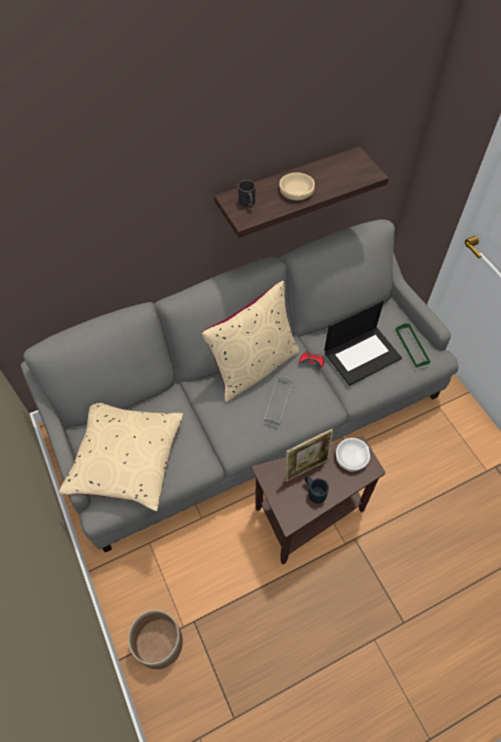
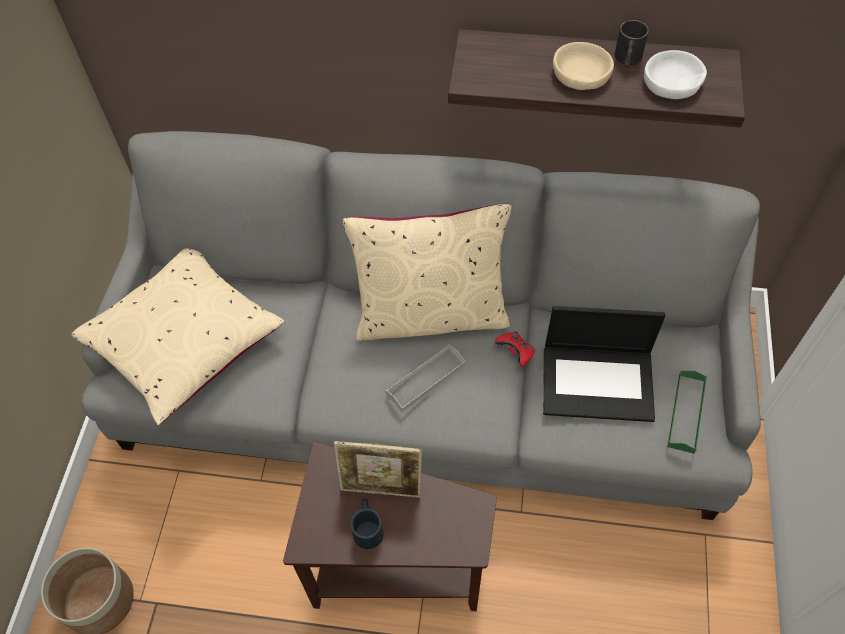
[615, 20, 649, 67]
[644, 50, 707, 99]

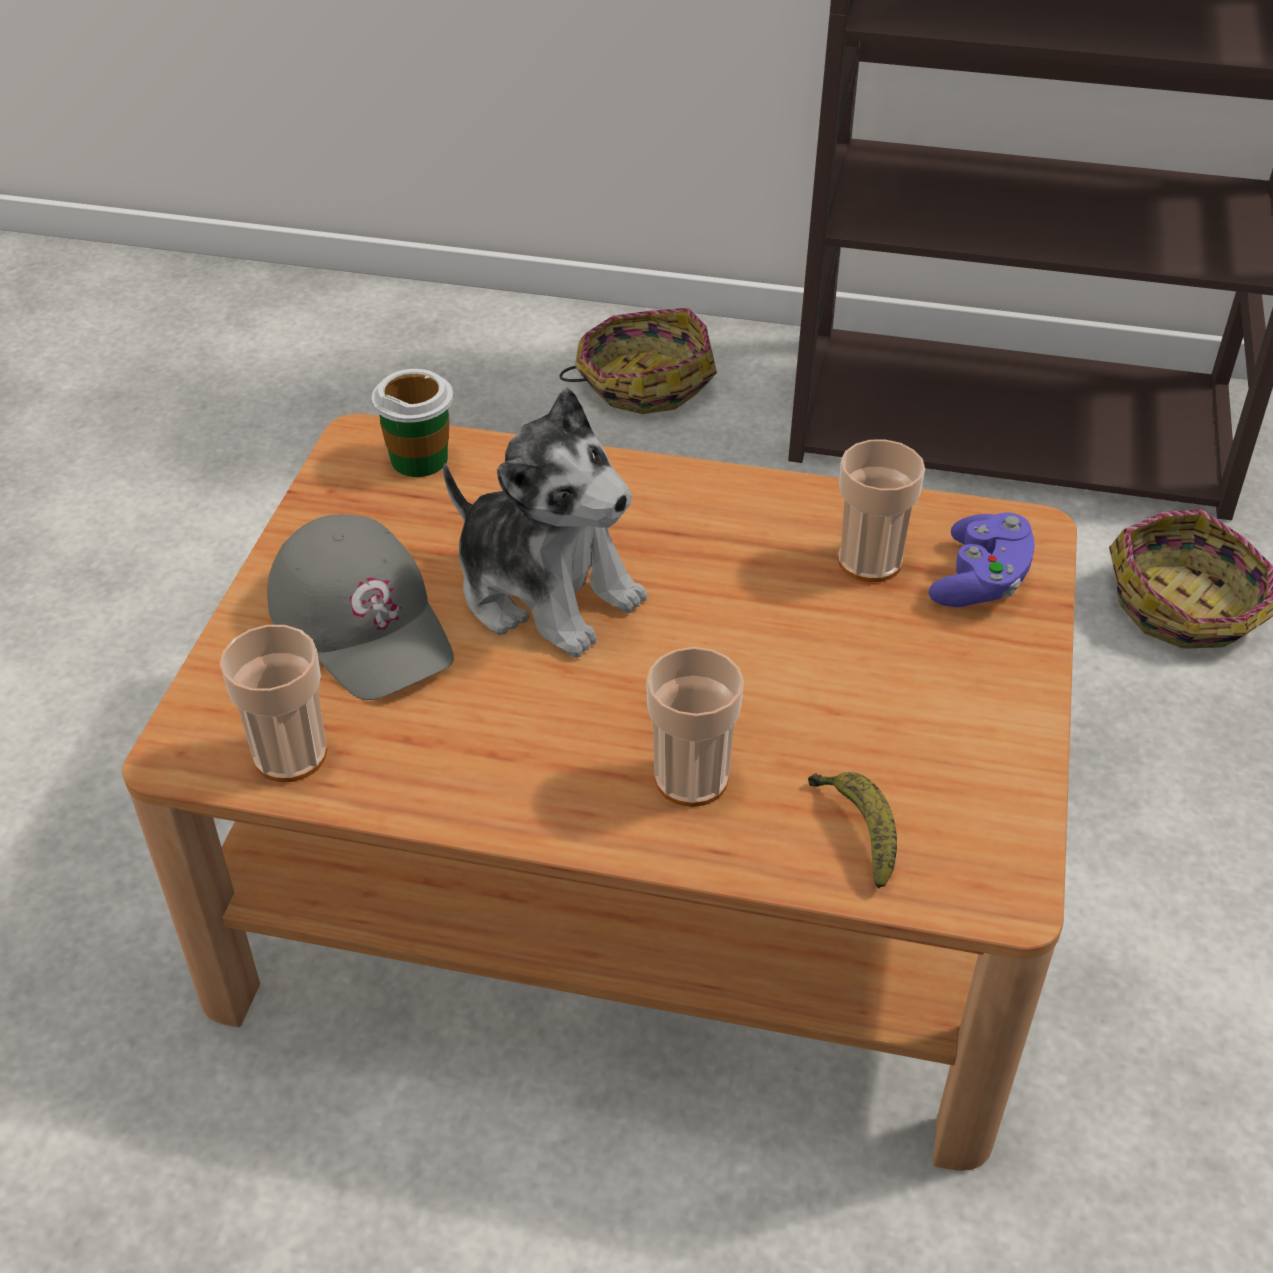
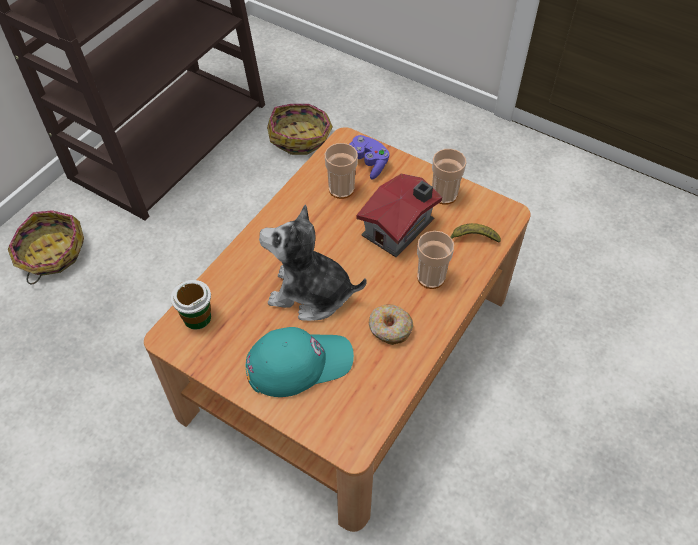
[246, 327, 354, 397]
[259, 204, 367, 321]
[356, 174, 442, 257]
[369, 305, 414, 345]
[432, 149, 467, 205]

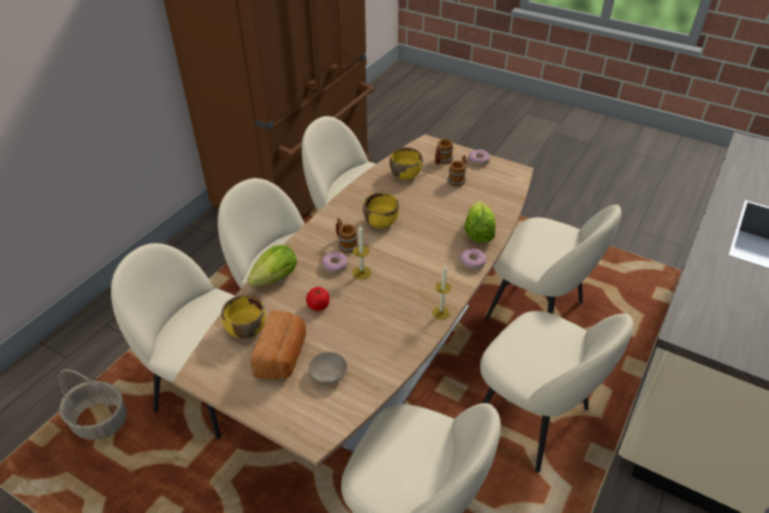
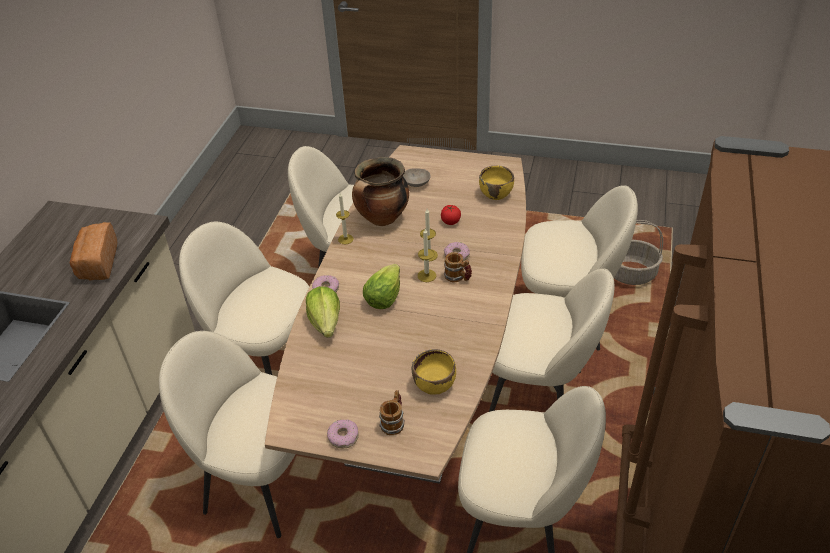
[70, 222, 117, 280]
[352, 157, 409, 226]
[363, 264, 400, 309]
[417, 229, 436, 282]
[363, 192, 399, 229] (first image)
[447, 155, 467, 187] (first image)

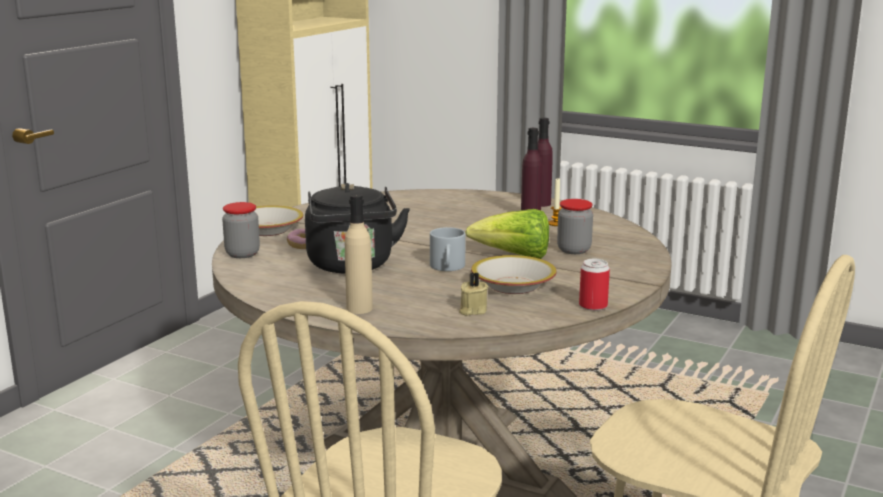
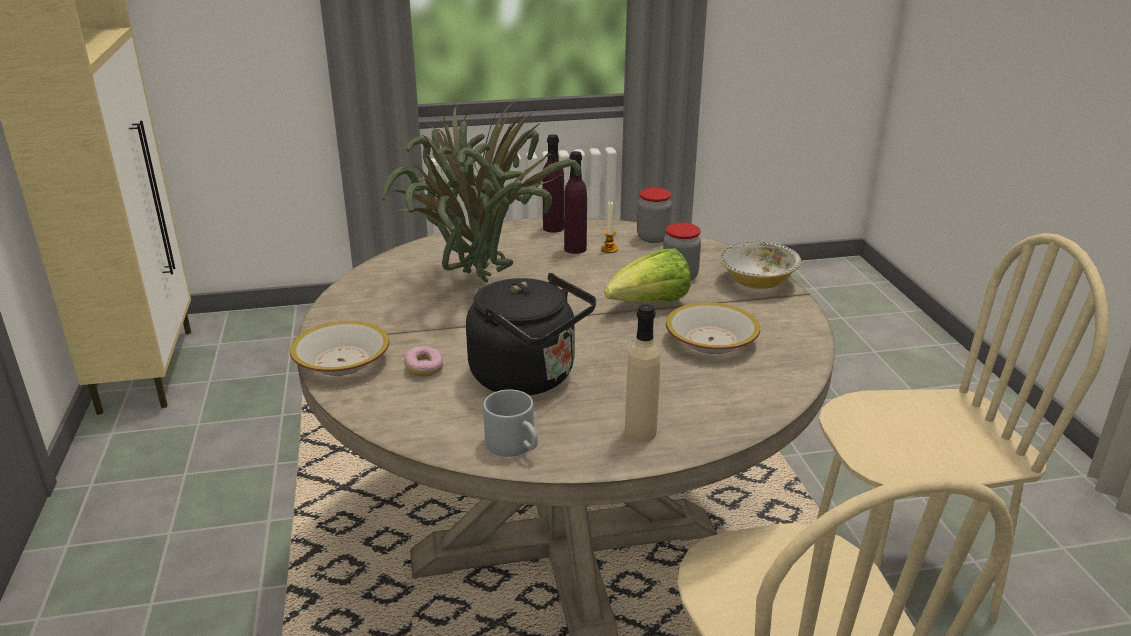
[381, 102, 581, 282]
[483, 389, 538, 457]
[637, 188, 672, 243]
[720, 241, 801, 289]
[459, 272, 488, 316] (first image)
[579, 259, 610, 311] (first image)

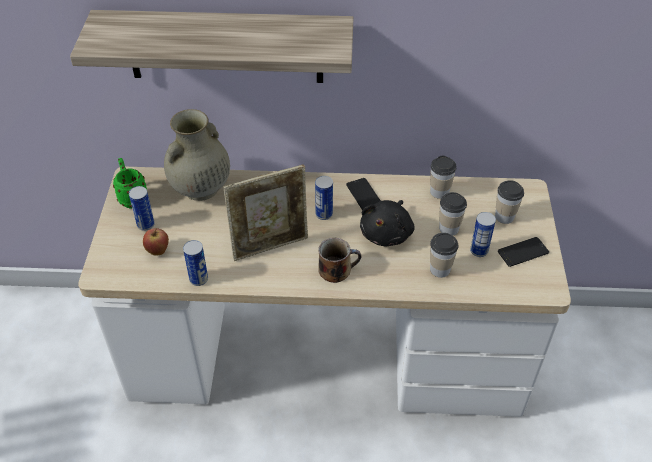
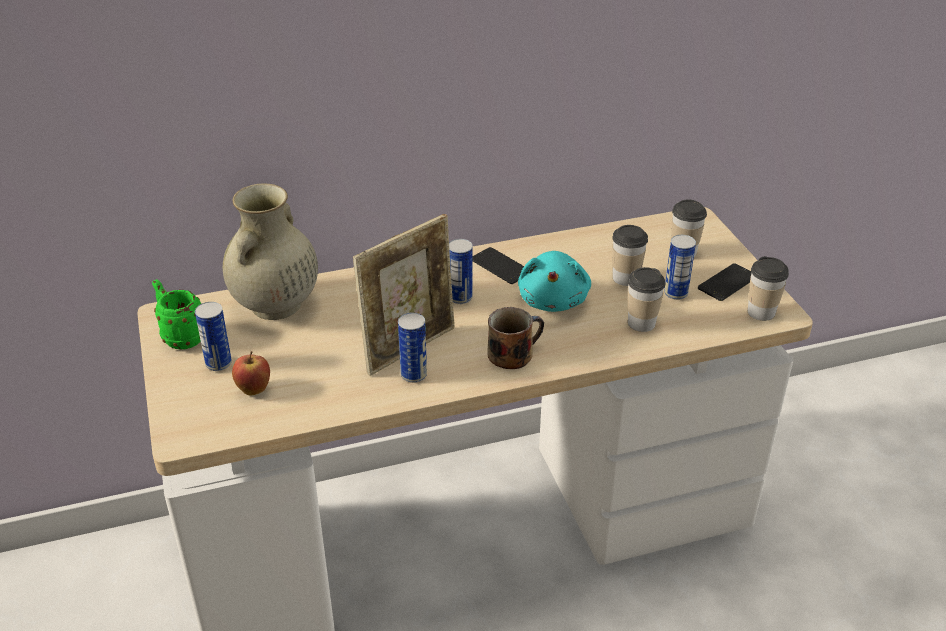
[398, 313, 427, 383]
[518, 251, 591, 312]
[748, 256, 789, 321]
[70, 10, 354, 83] (first image)

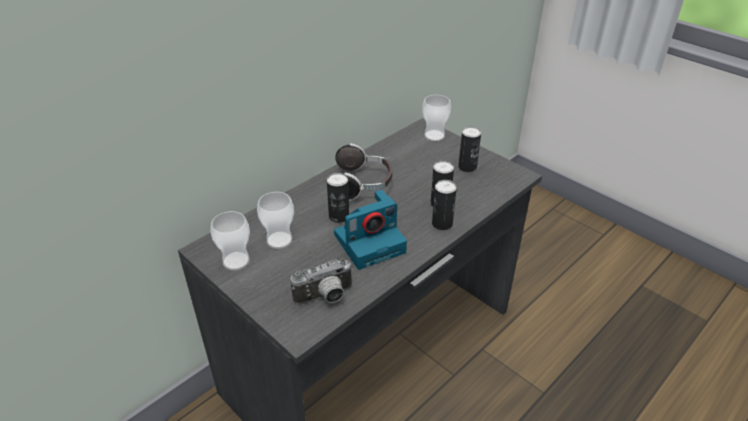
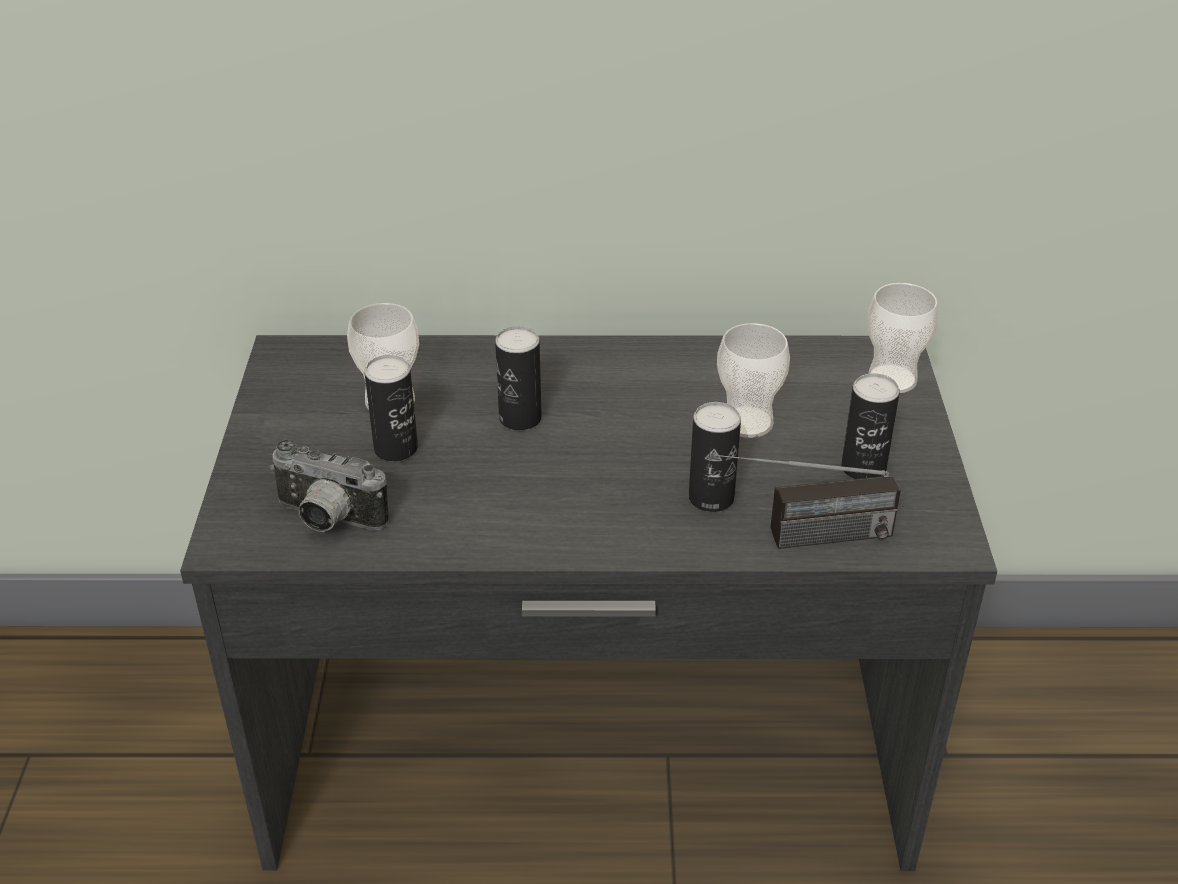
[364, 355, 418, 462]
[714, 454, 901, 549]
[717, 323, 790, 438]
[334, 190, 407, 270] (first image)
[335, 143, 392, 201] (first image)

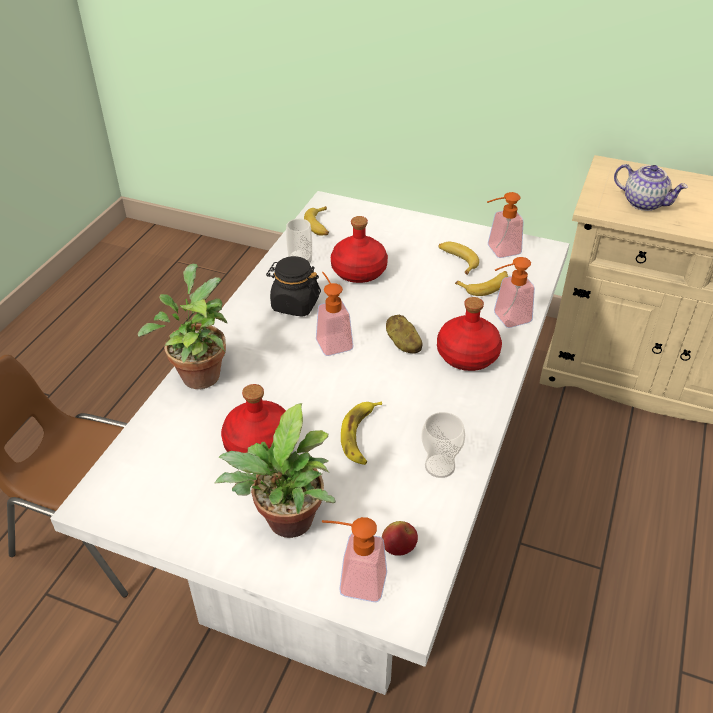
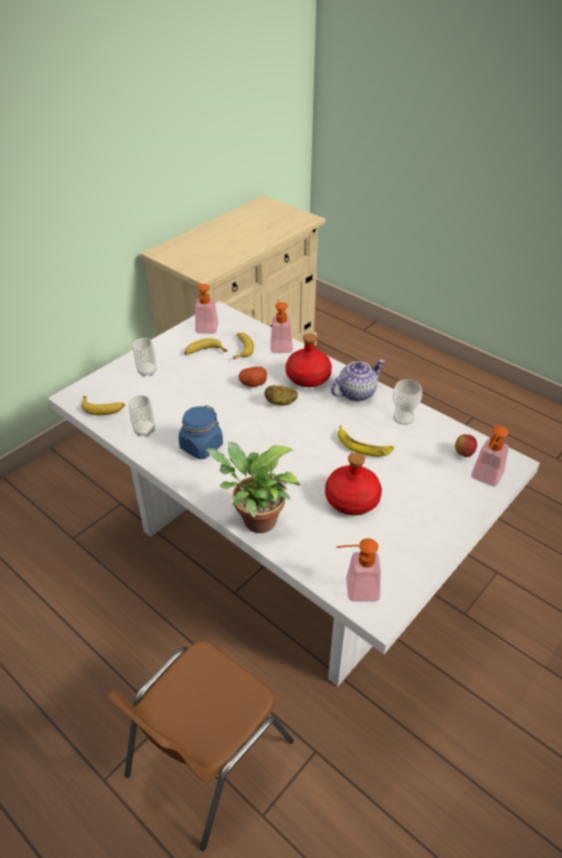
[133, 338, 157, 377]
[178, 405, 223, 459]
[239, 367, 267, 387]
[331, 360, 385, 402]
[336, 538, 381, 602]
[215, 403, 336, 538] (first image)
[331, 216, 388, 283] (first image)

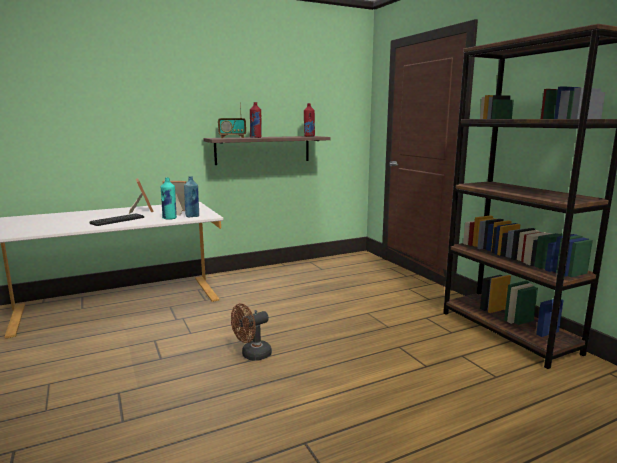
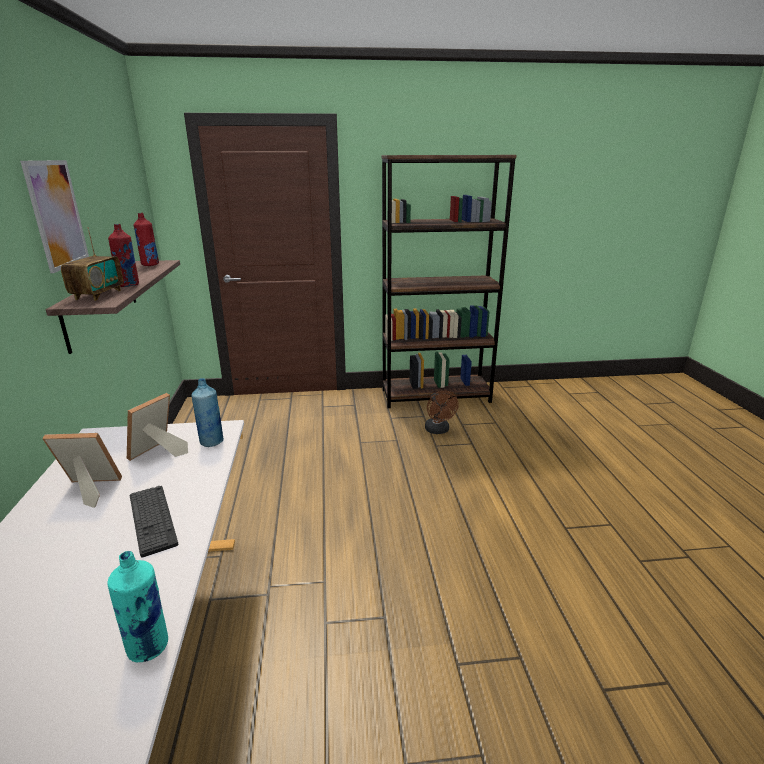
[20, 160, 89, 273]
[107, 551, 168, 662]
[425, 391, 459, 434]

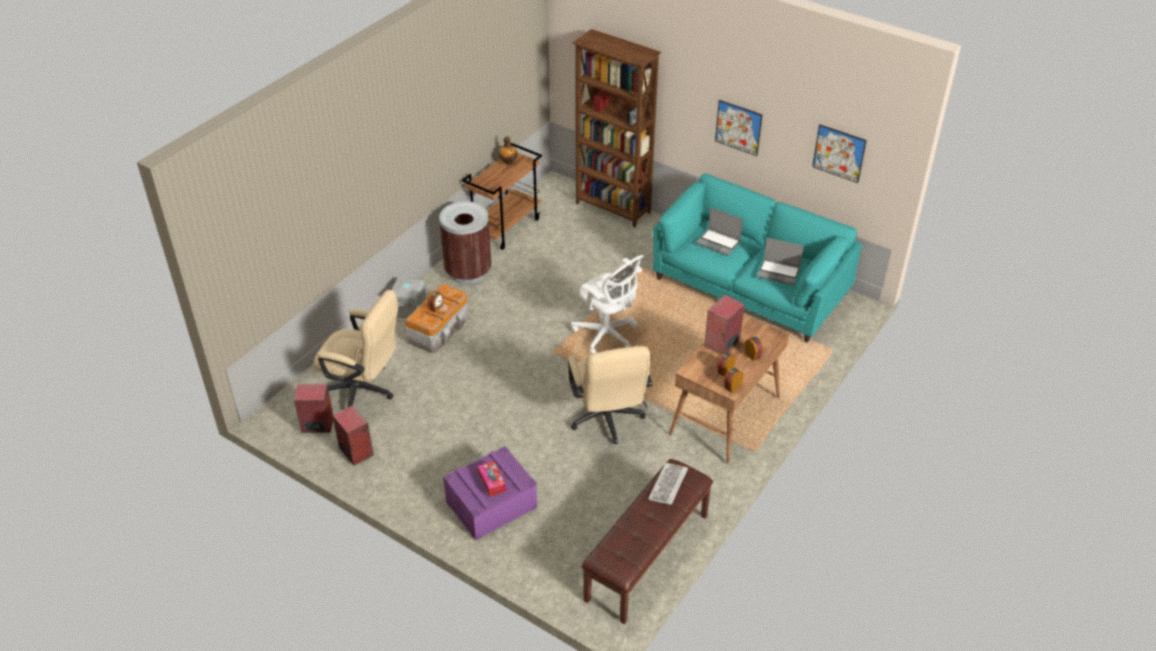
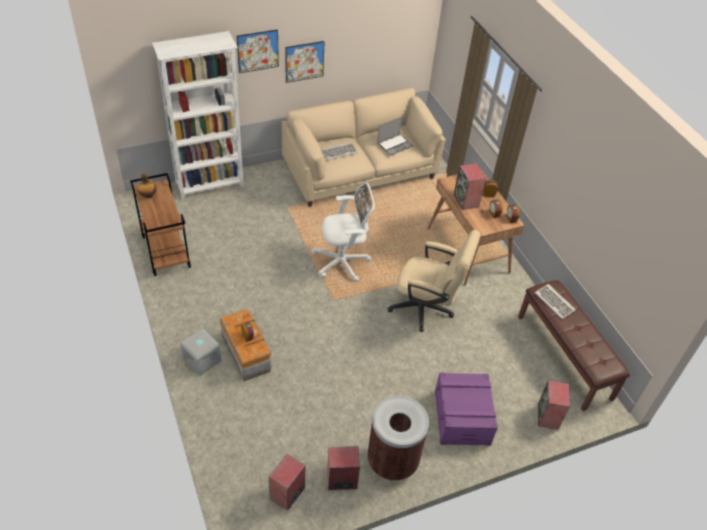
[152, 31, 244, 200]
[237, 29, 279, 73]
[282, 88, 446, 207]
[321, 142, 358, 160]
[367, 396, 429, 481]
[538, 380, 570, 430]
[314, 290, 398, 408] (first image)
[478, 461, 506, 497] (first image)

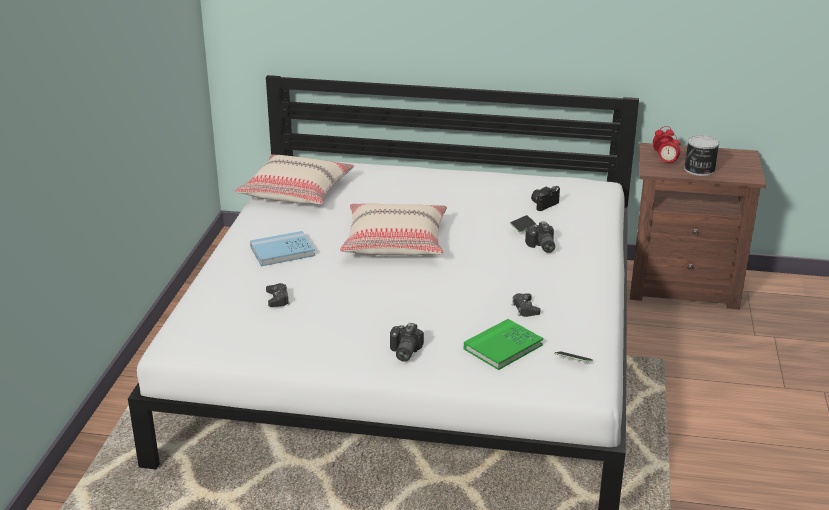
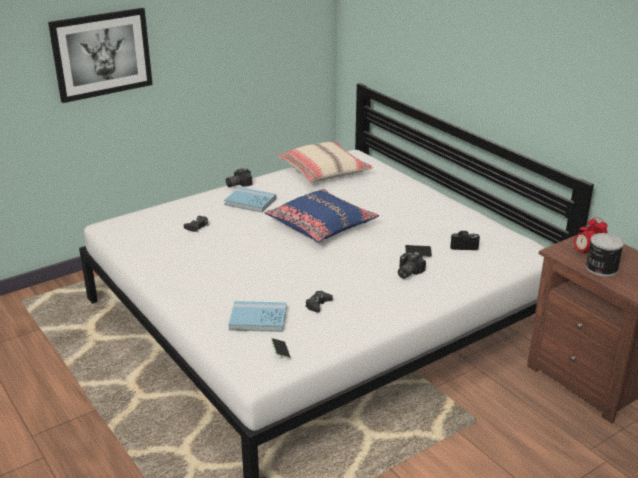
[48, 8, 153, 103]
[226, 168, 253, 187]
[228, 301, 287, 332]
[265, 189, 379, 243]

